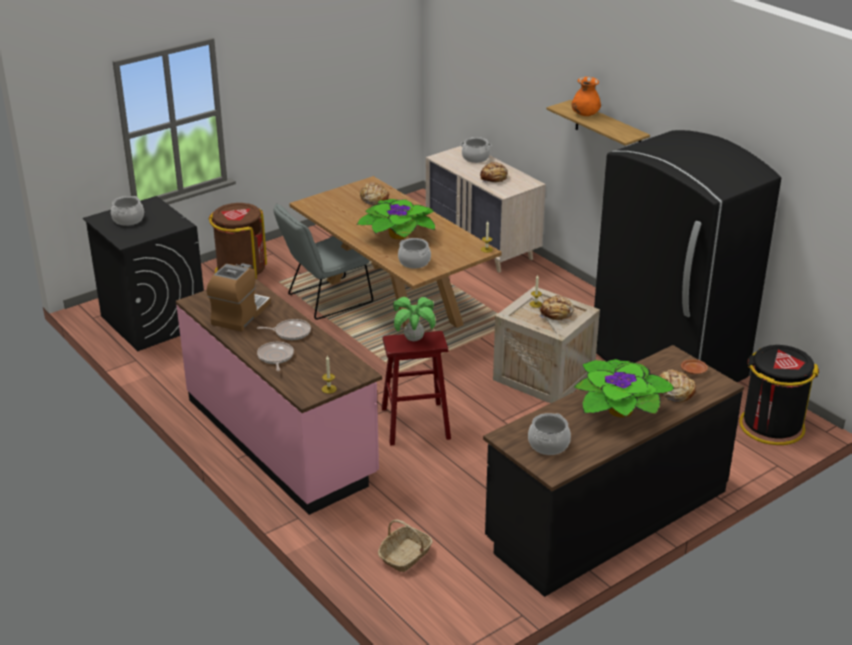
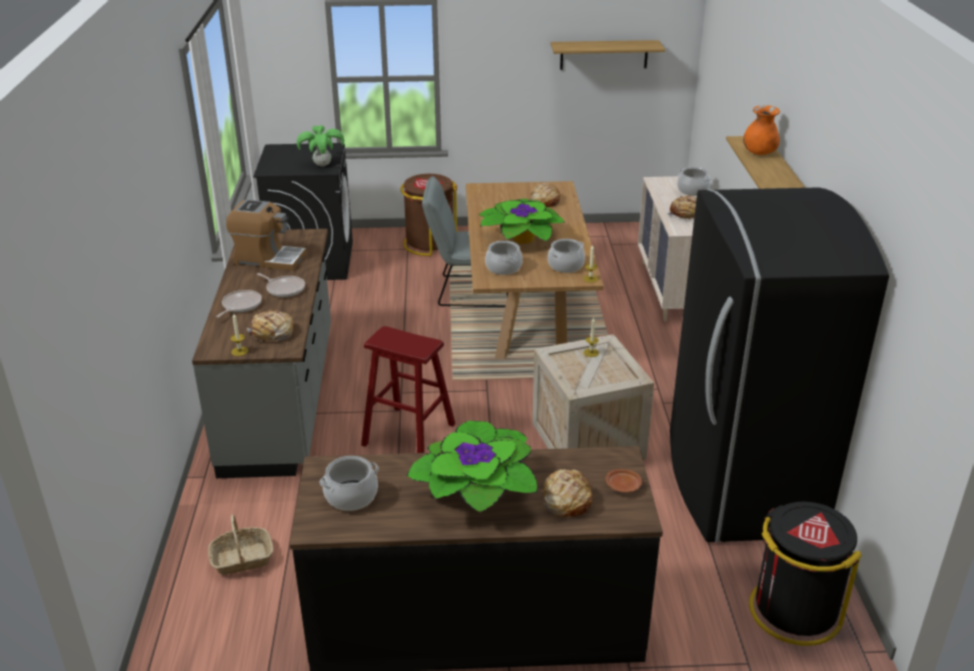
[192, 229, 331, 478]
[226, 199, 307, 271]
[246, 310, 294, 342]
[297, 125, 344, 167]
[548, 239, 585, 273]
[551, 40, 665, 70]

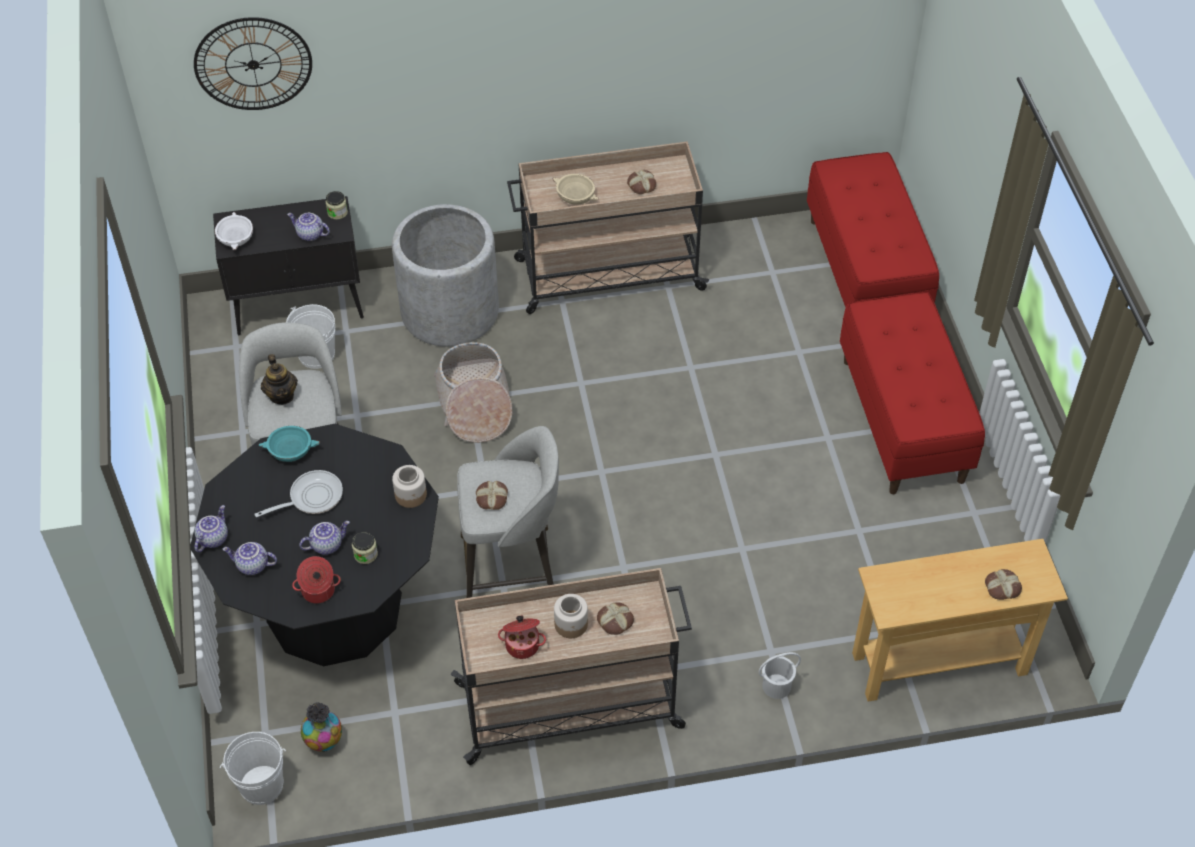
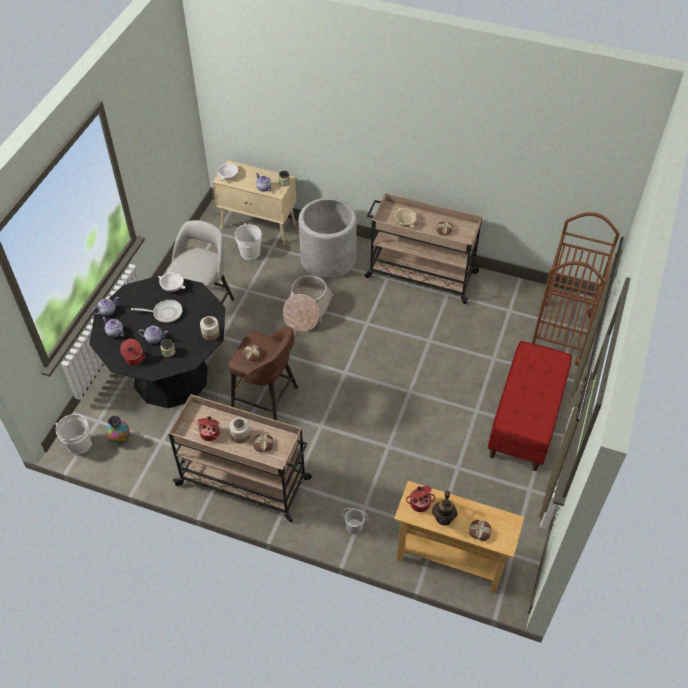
[158, 273, 186, 292]
[213, 160, 297, 245]
[229, 327, 298, 421]
[406, 486, 435, 512]
[432, 491, 458, 525]
[532, 212, 620, 366]
[194, 17, 312, 110] (first image)

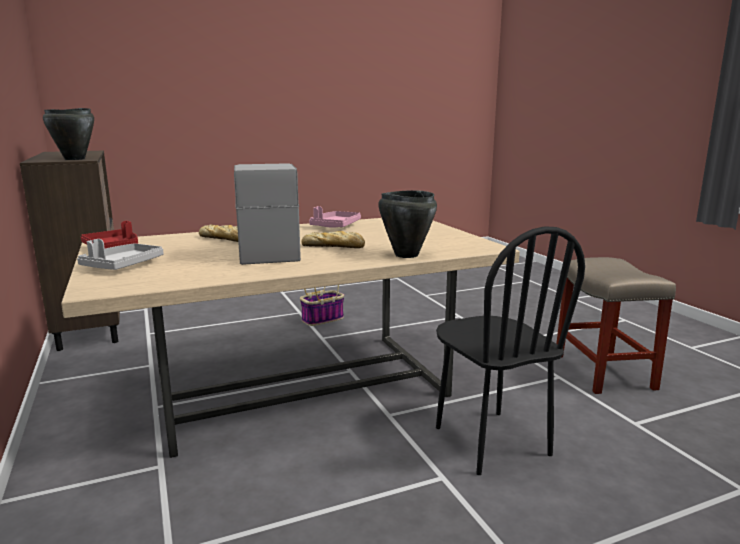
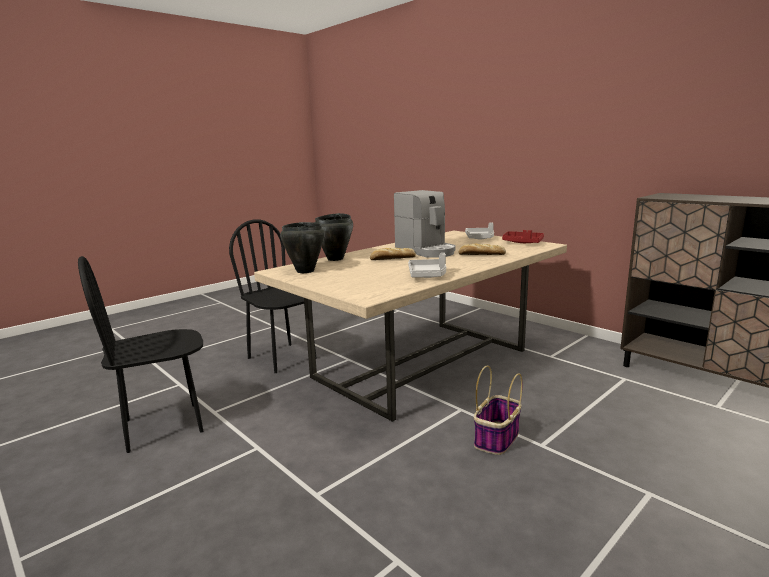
[78, 256, 203, 453]
[280, 222, 325, 273]
[408, 253, 446, 278]

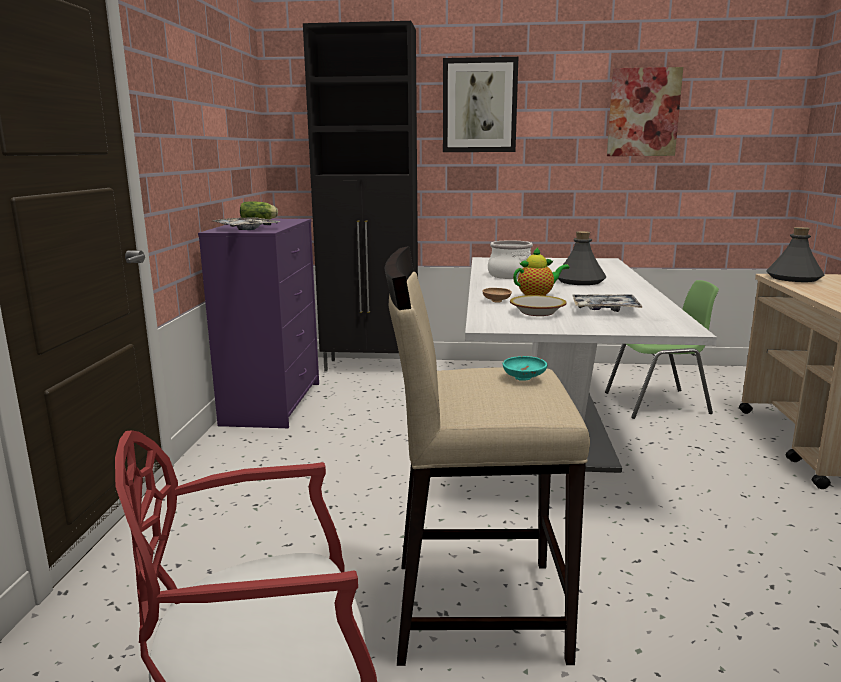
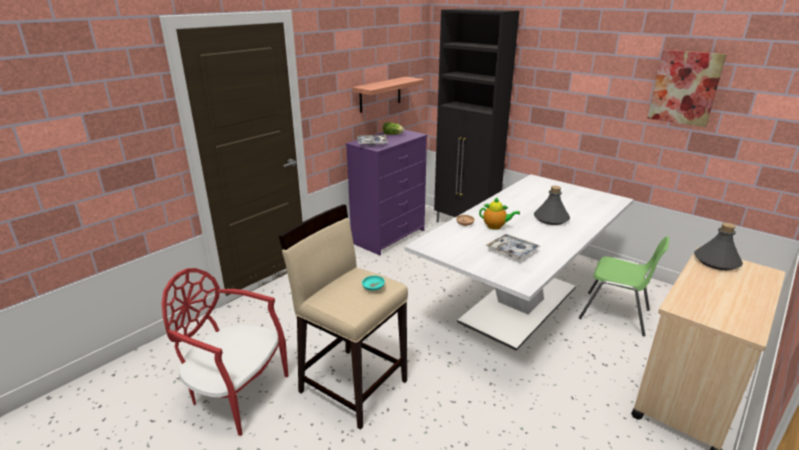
[352, 77, 424, 113]
[443, 57, 518, 152] (first image)
[488, 240, 533, 279] (first image)
[510, 295, 567, 316] (first image)

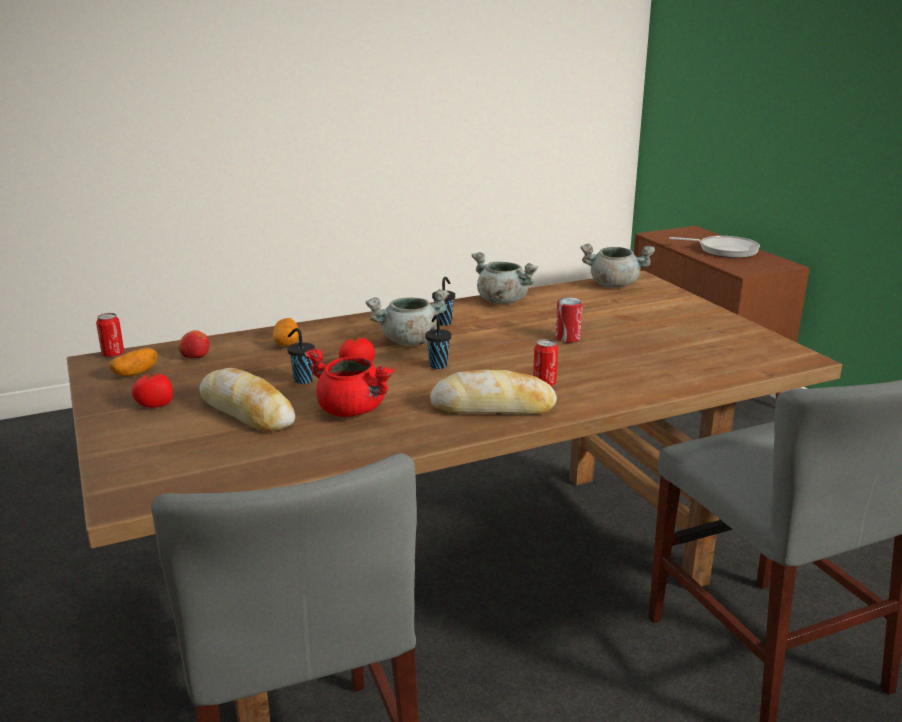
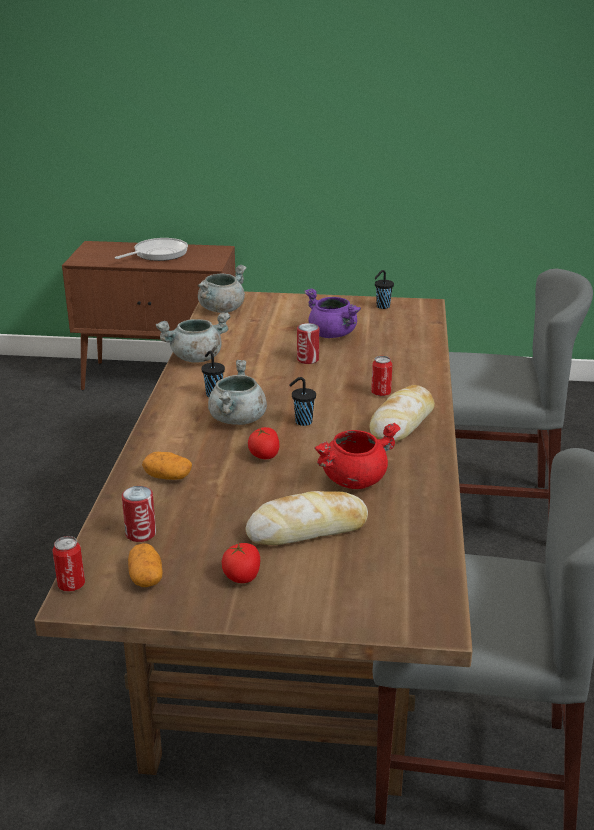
[122, 486, 156, 542]
[304, 288, 361, 338]
[375, 270, 394, 309]

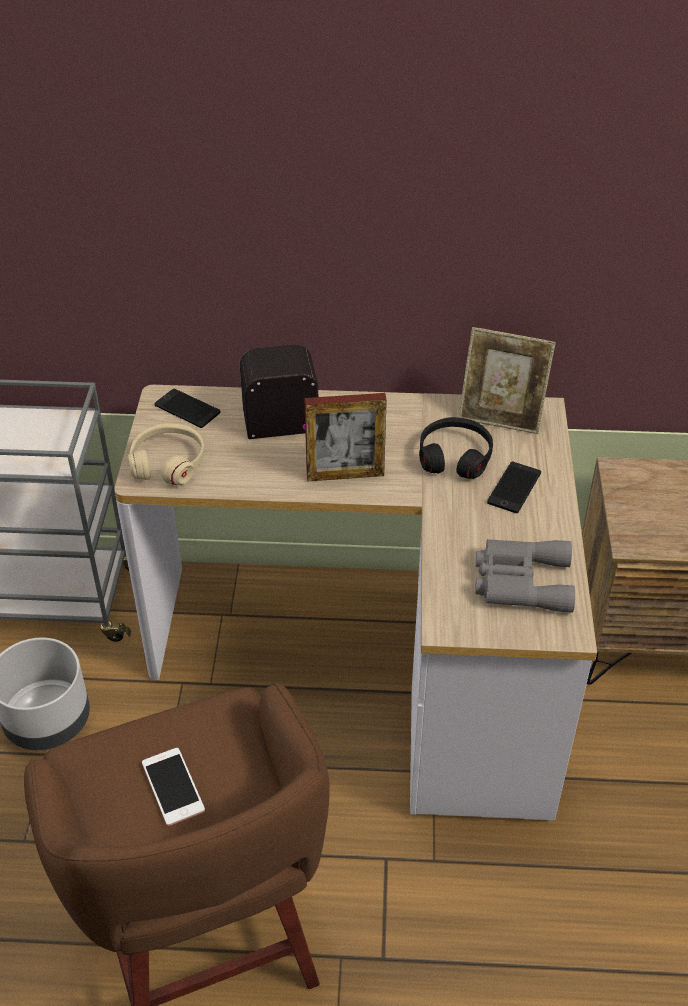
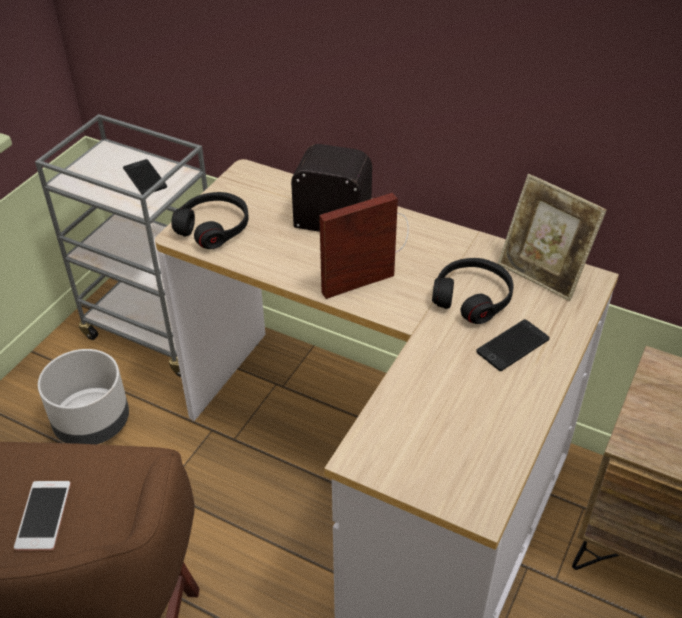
[123, 159, 167, 195]
[171, 192, 248, 249]
[319, 193, 398, 299]
[475, 539, 575, 613] (first image)

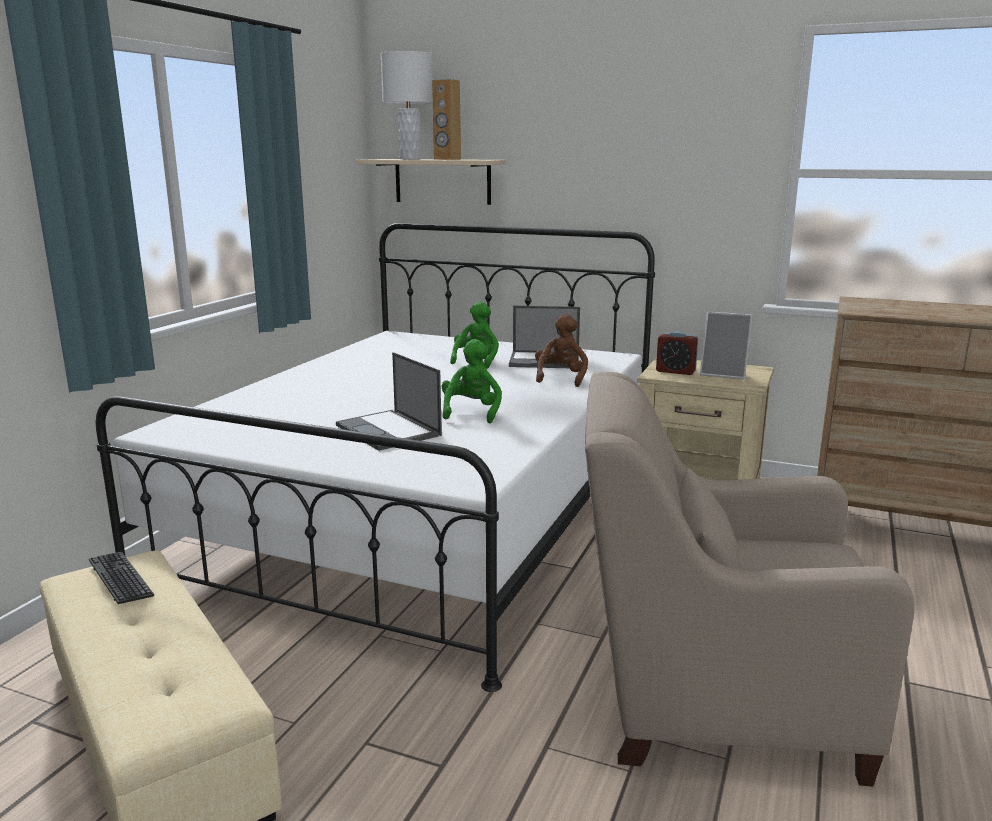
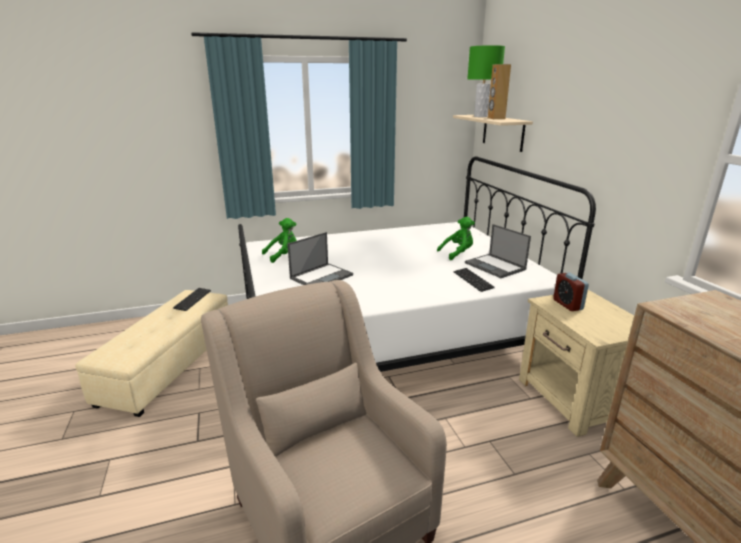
[262, 218, 297, 263]
[287, 232, 353, 285]
[454, 268, 495, 292]
[467, 45, 505, 117]
[700, 312, 752, 379] (first image)

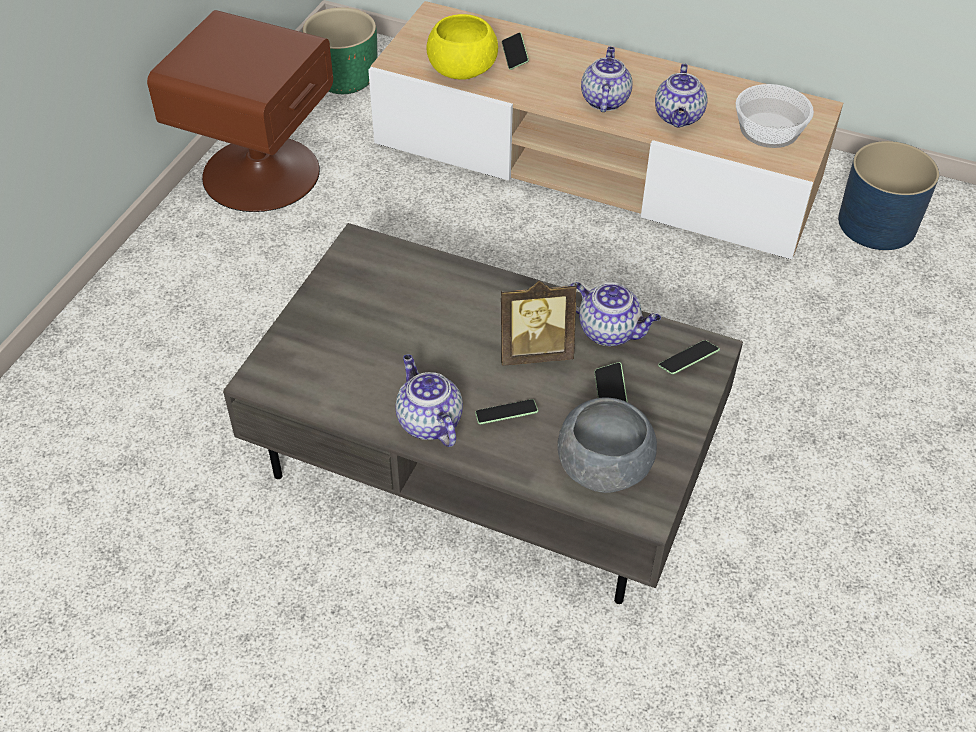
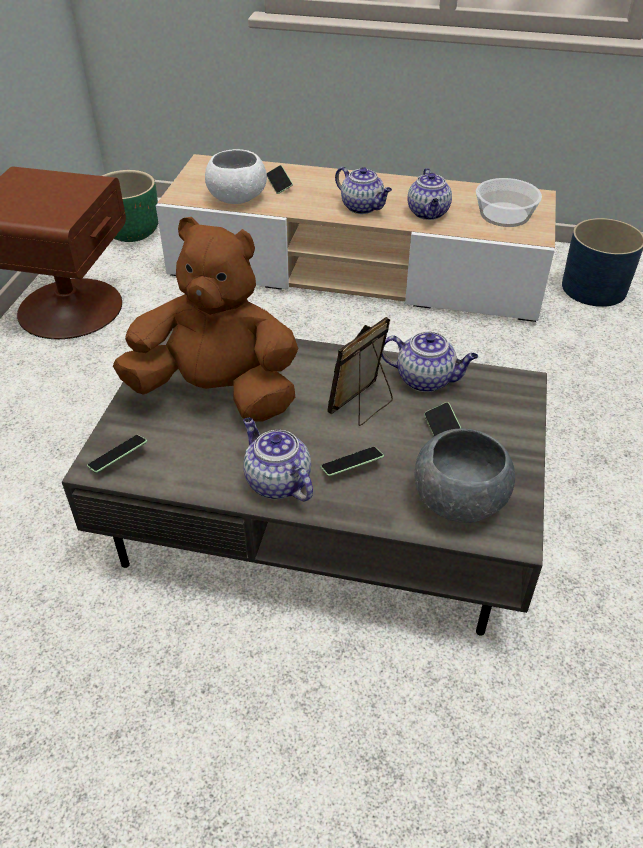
[87, 435, 147, 473]
[113, 217, 298, 422]
[205, 149, 267, 204]
[327, 317, 393, 426]
[335, 167, 392, 214]

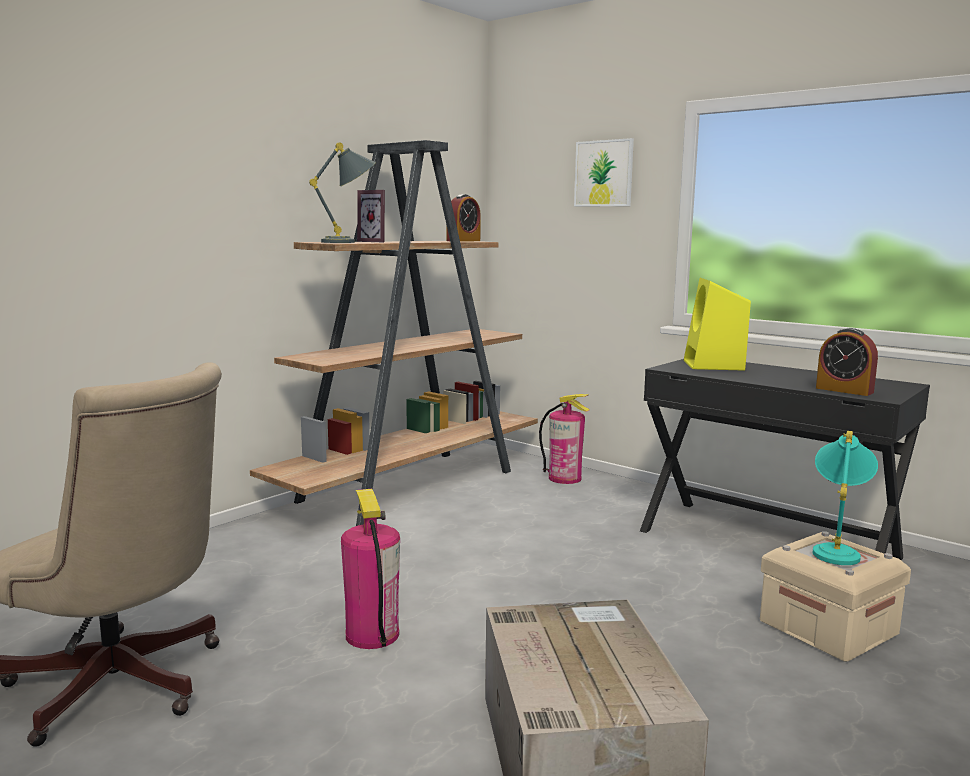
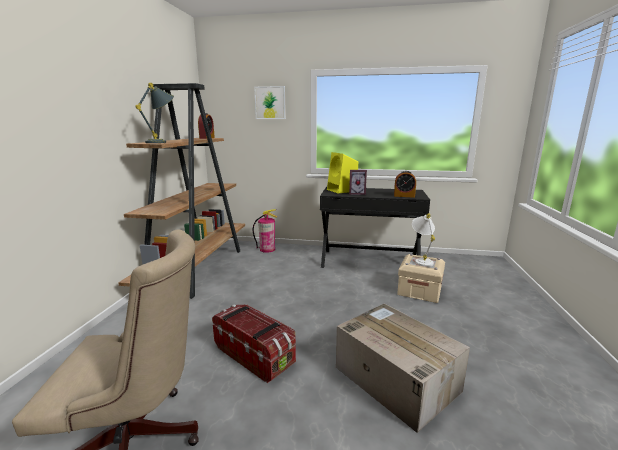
[212, 305, 296, 383]
[349, 170, 367, 195]
[412, 213, 435, 267]

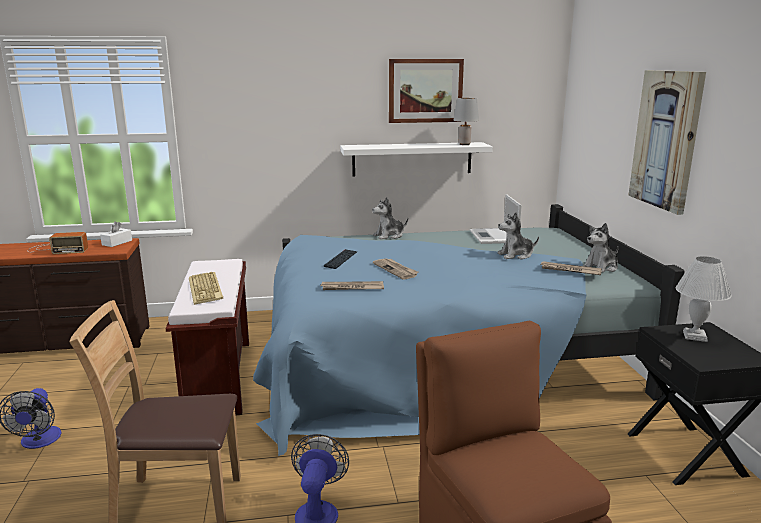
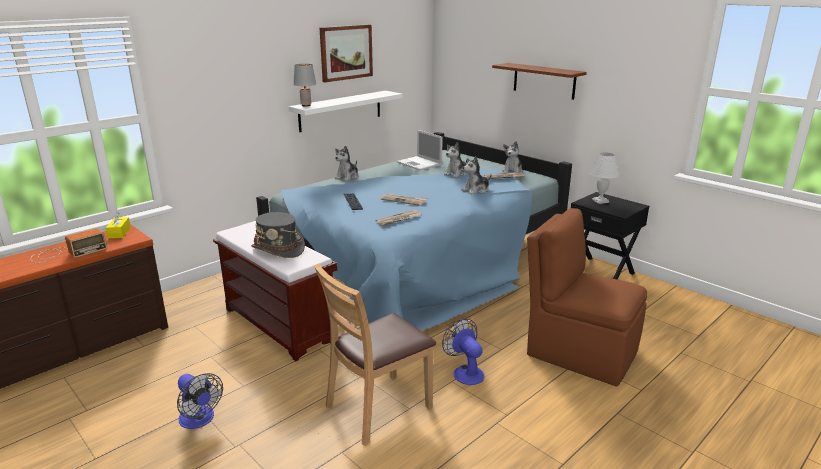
[106, 212, 131, 239]
[251, 212, 305, 258]
[294, 64, 316, 106]
[461, 156, 492, 195]
[492, 63, 587, 100]

